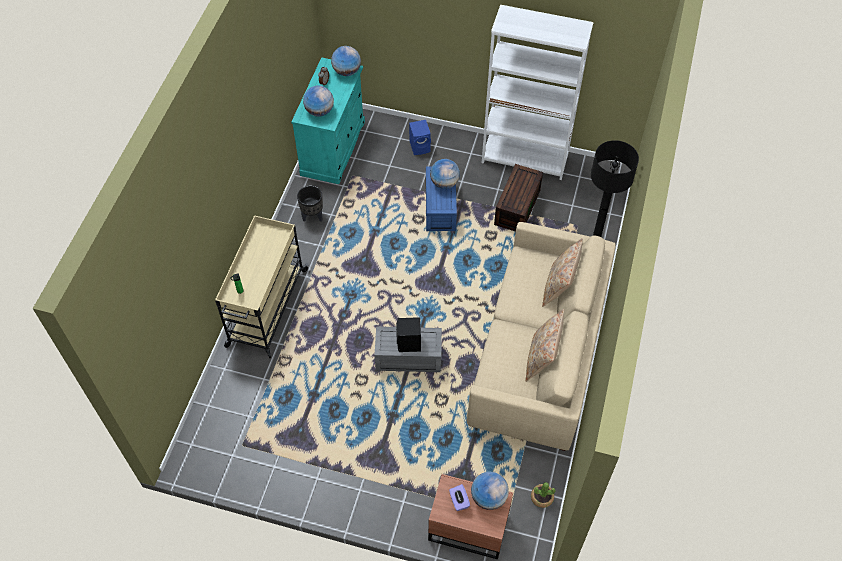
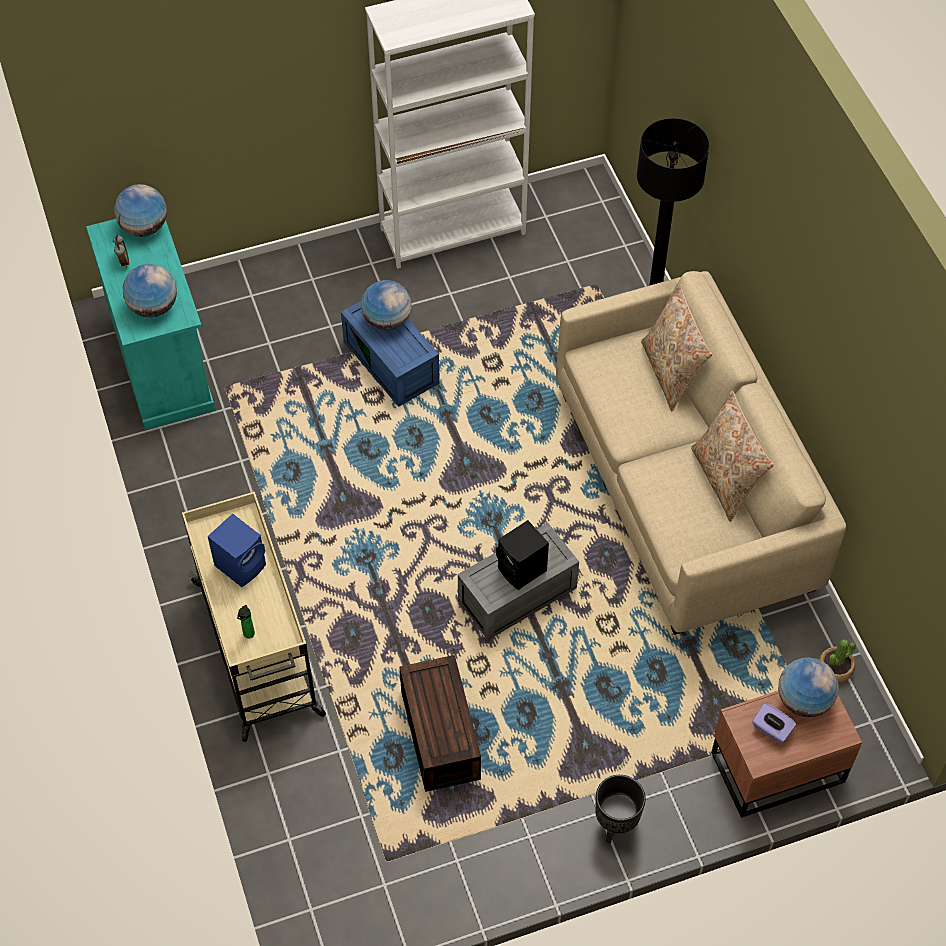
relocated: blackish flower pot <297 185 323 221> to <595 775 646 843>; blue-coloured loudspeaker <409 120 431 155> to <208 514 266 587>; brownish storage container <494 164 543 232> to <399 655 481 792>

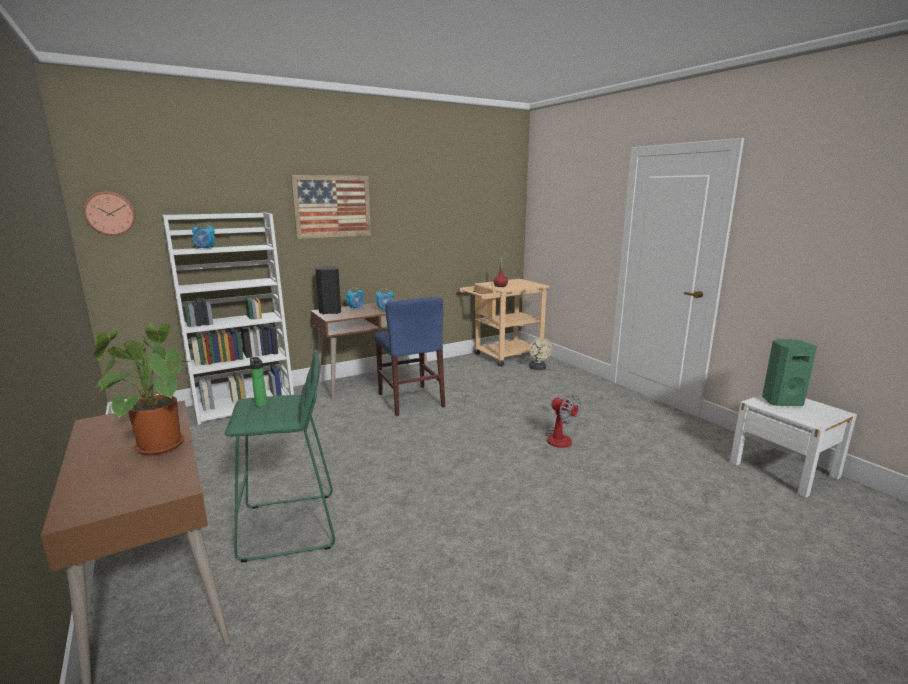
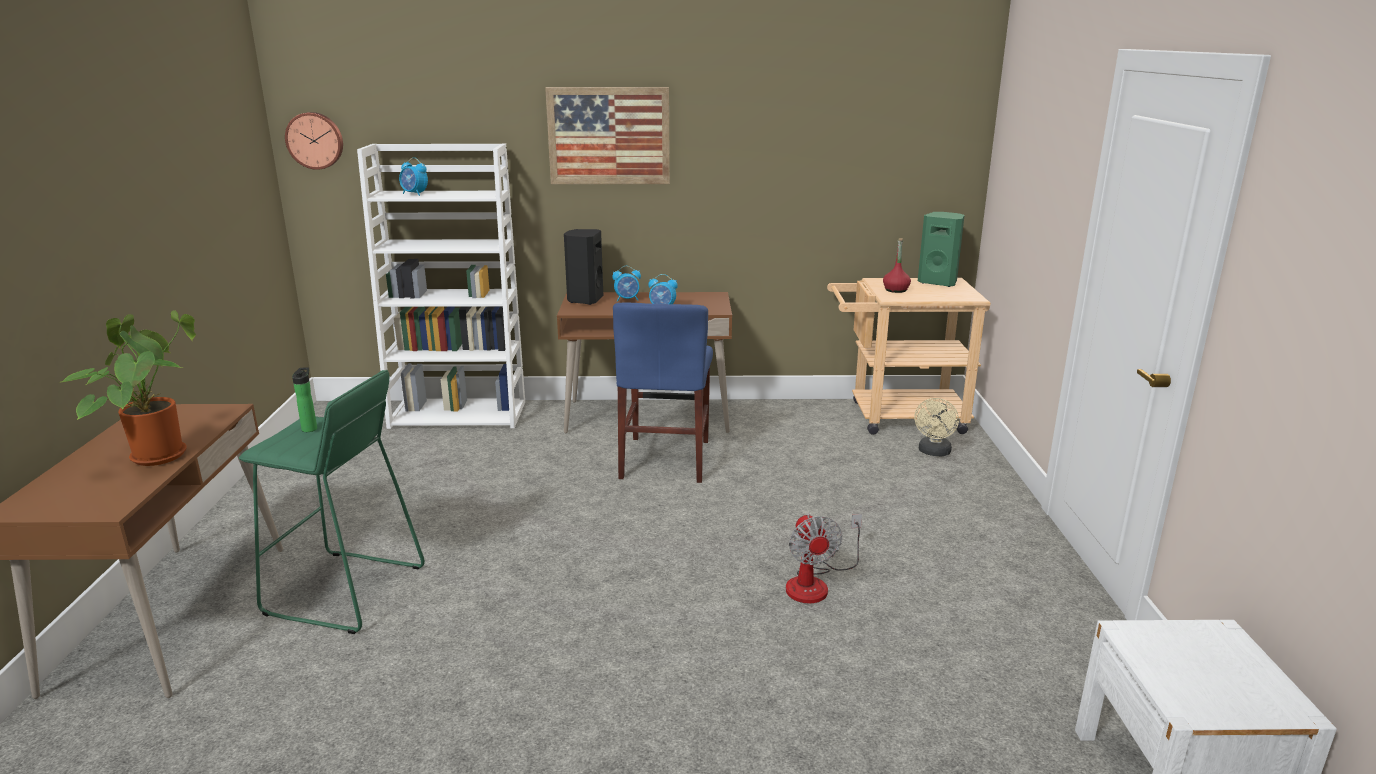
relocated: greenish loudspeaker <762 339 817 406> to <918 212 965 287>

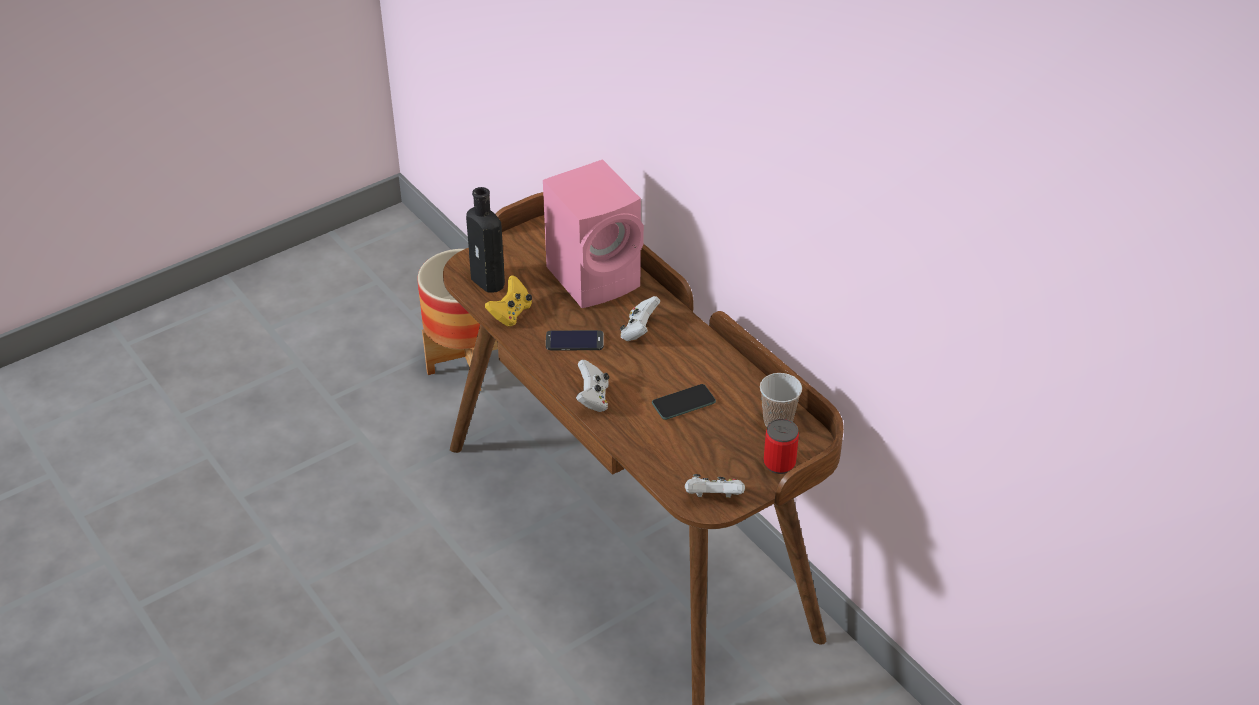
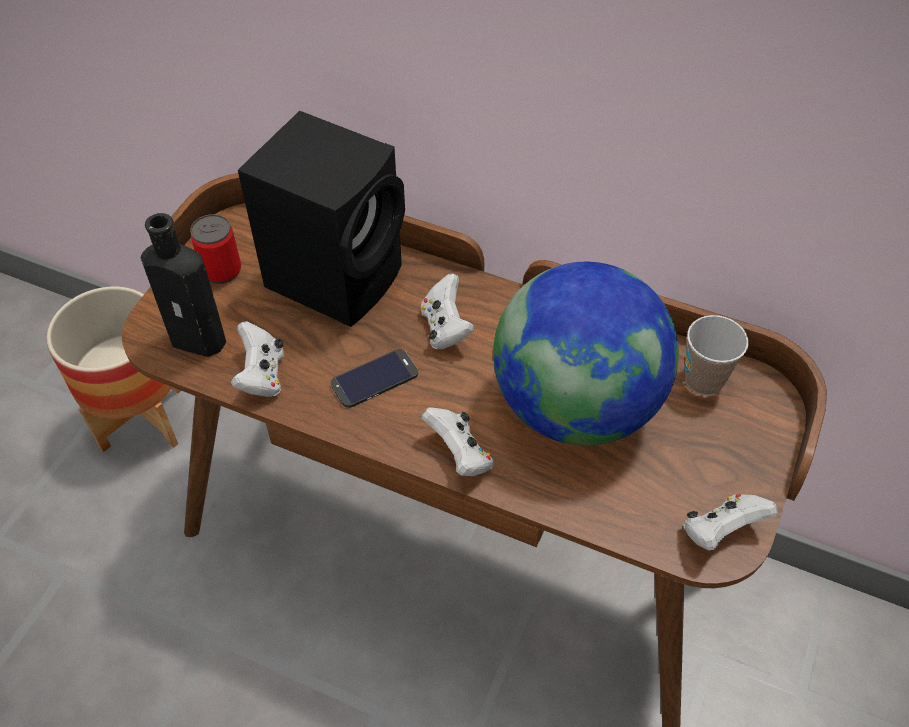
relocated: can <764 419 799 474> to <190 214 241 284>
exchanged: phone <652 384 716 420> to globe <493 262 679 446>
colour: yellow-coloured gamepad <485 275 532 326> to white gamepad <231 322 284 397>; pink-coloured loudspeaker <543 159 644 308> to blackish loudspeaker <238 111 405 327>

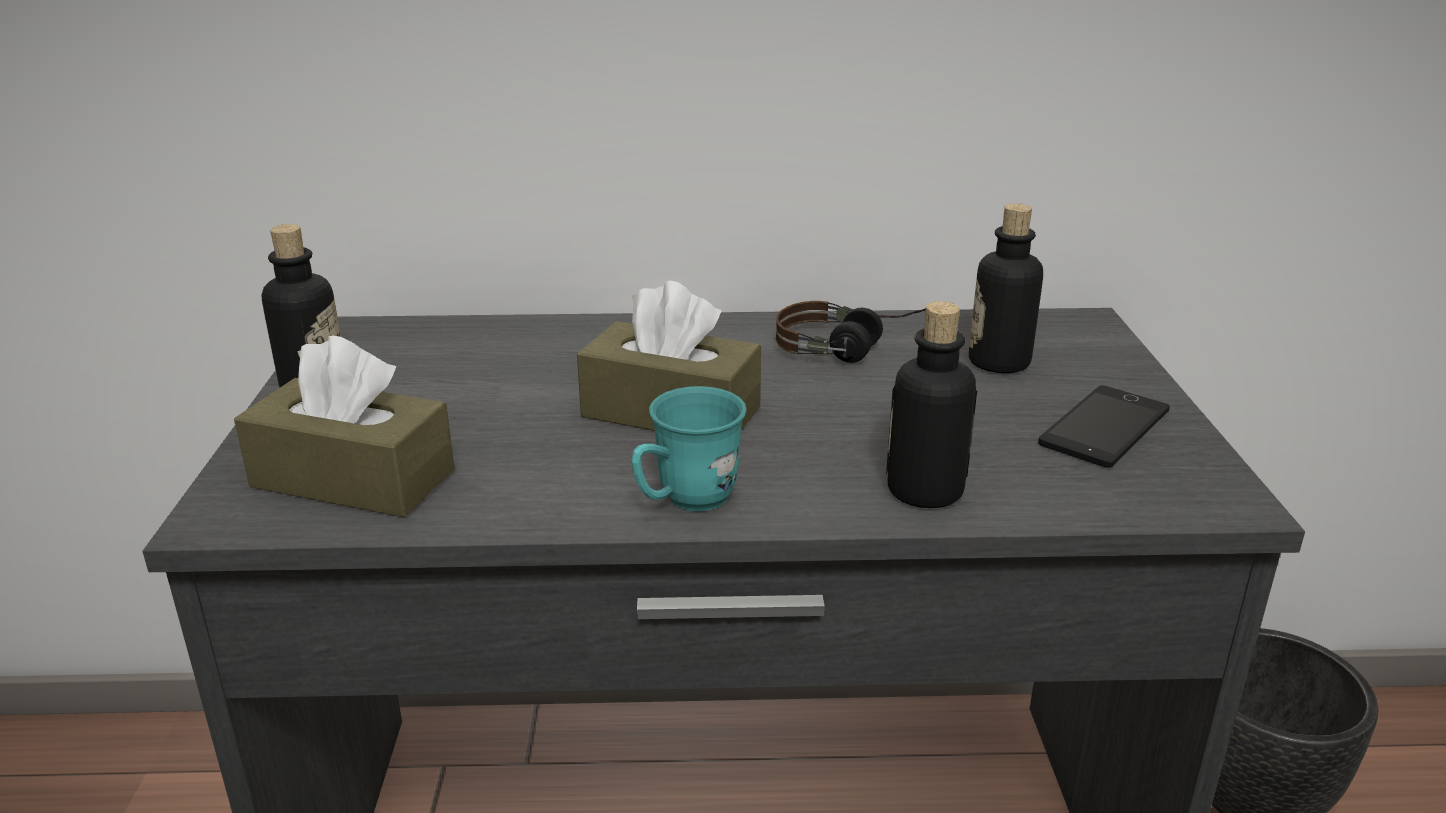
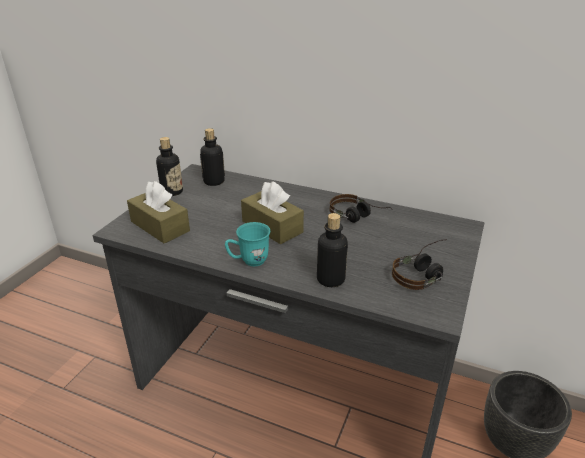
relocated: beverage bottle <969 203 1043 373> to <200 128 225 186>
exchanged: phone <1038 385 1170 468> to headphones <392 239 447 290>

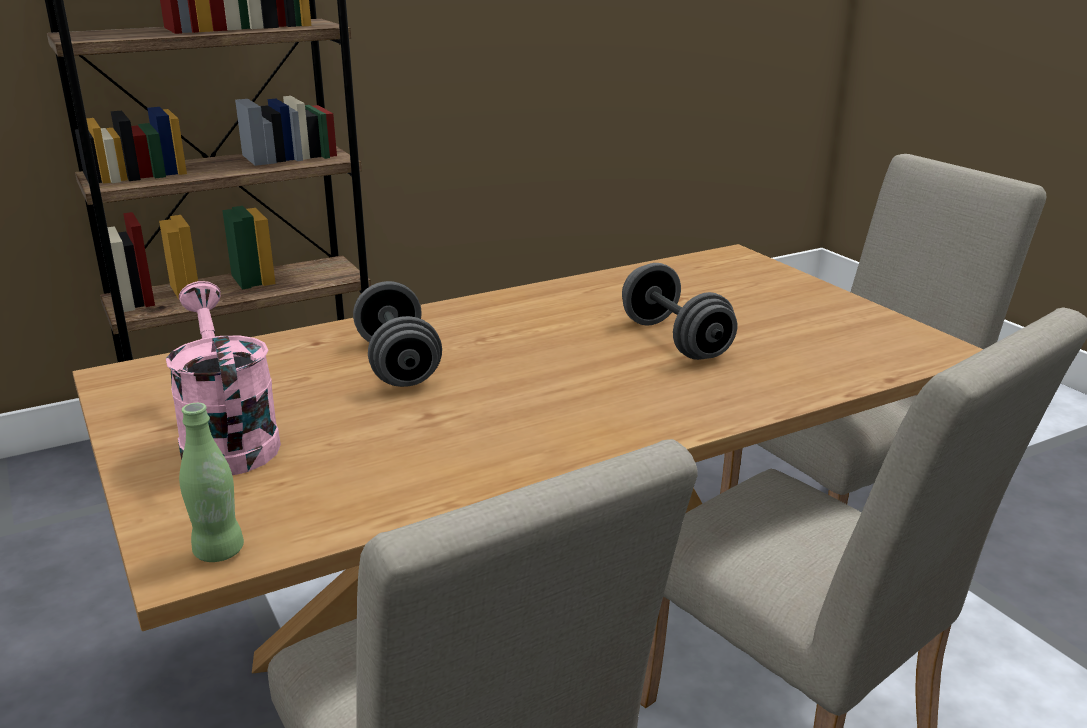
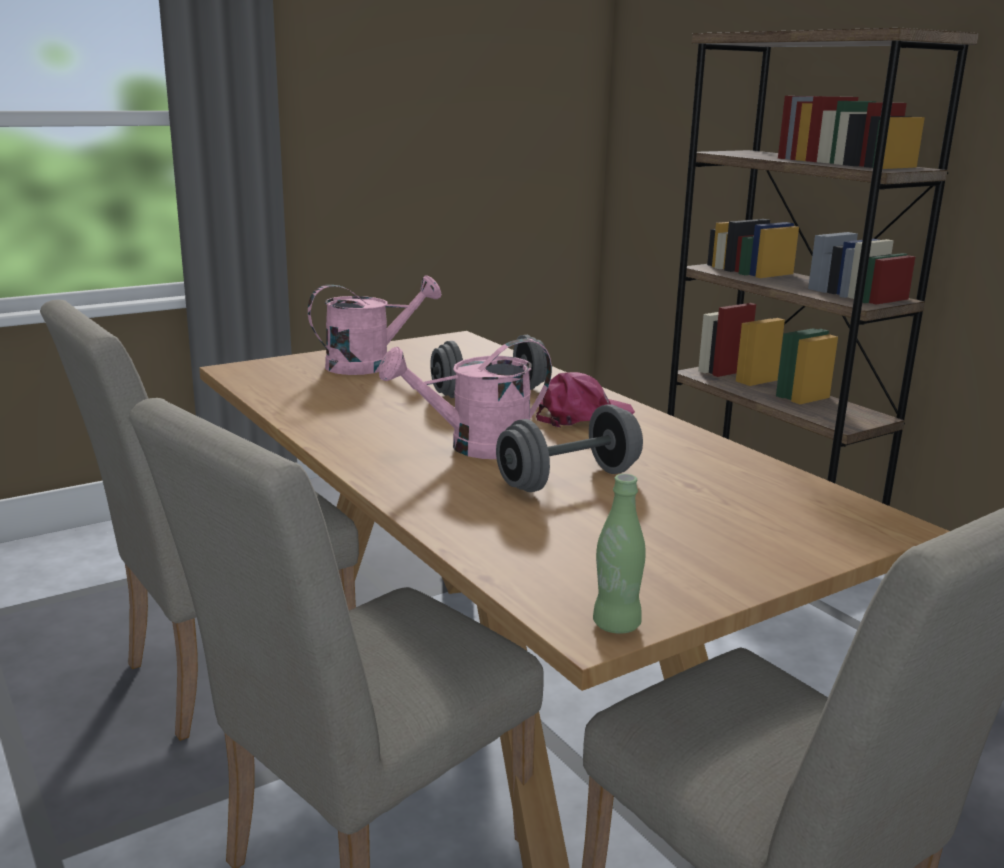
appeared: pink-coloured watering pot <379 338 552 459>; pink-coloured baseball cap <536 372 635 428>
relocated: greenish beverage bottle <179 403 244 562> to <593 474 646 634>

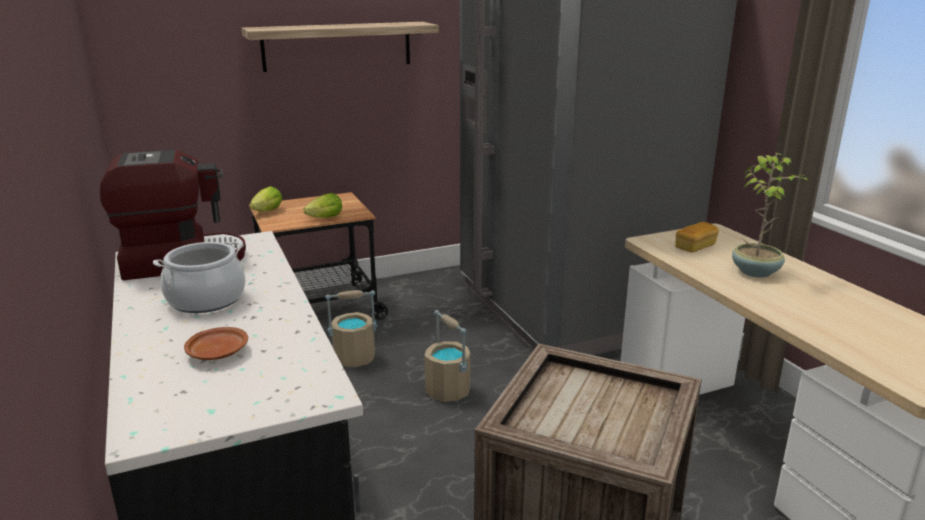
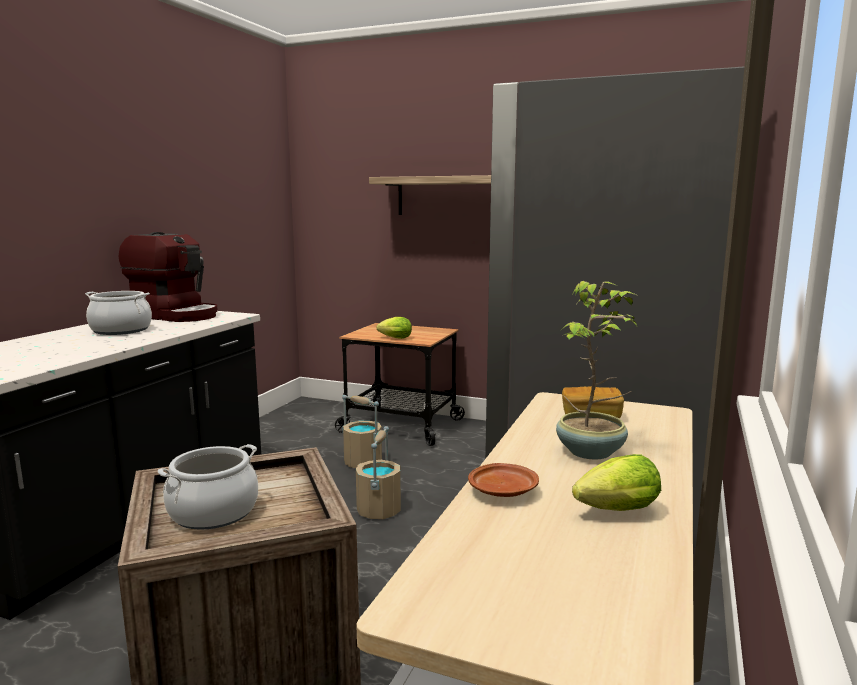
appeared: cooking pot <158 444 258 530>
relocated: brownish flat dish <184 327 248 360> to <468 463 539 497>; head of lettuce <250 186 282 212> to <572 454 661 511>

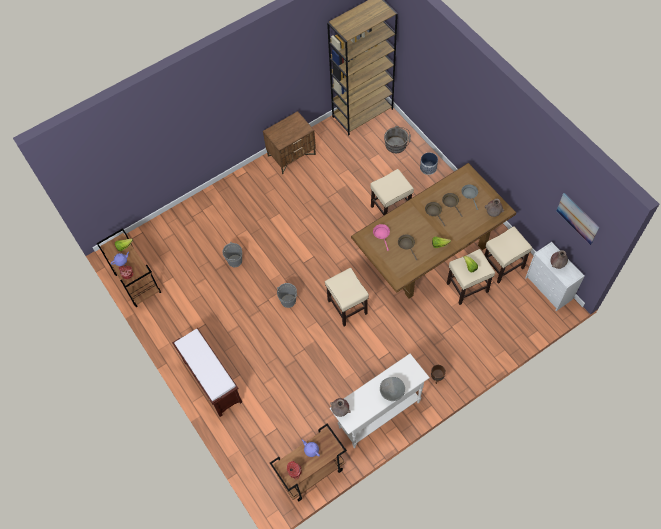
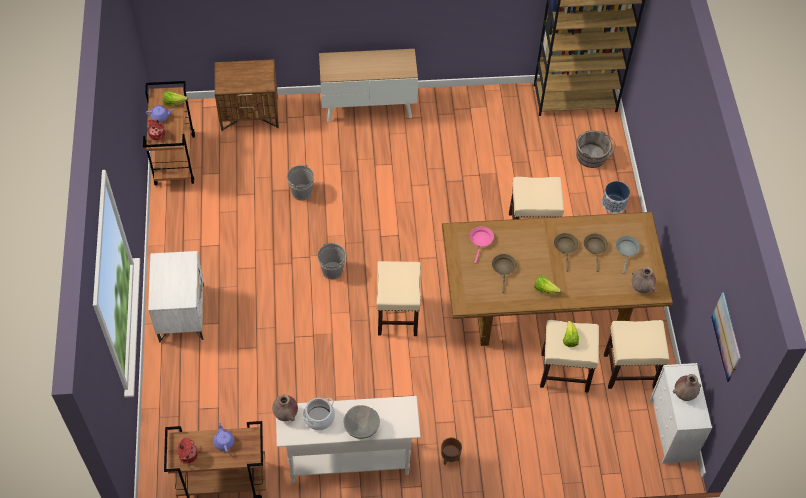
appeared: cooking pot <303 398 335 430>; storage cabinet <319 49 418 122>
relocated: brownish bedside table <263 111 316 174> to <215 59 279 131>
exchanged: brownish bench <172 328 242 417> to white bedside table <148 251 204 342>

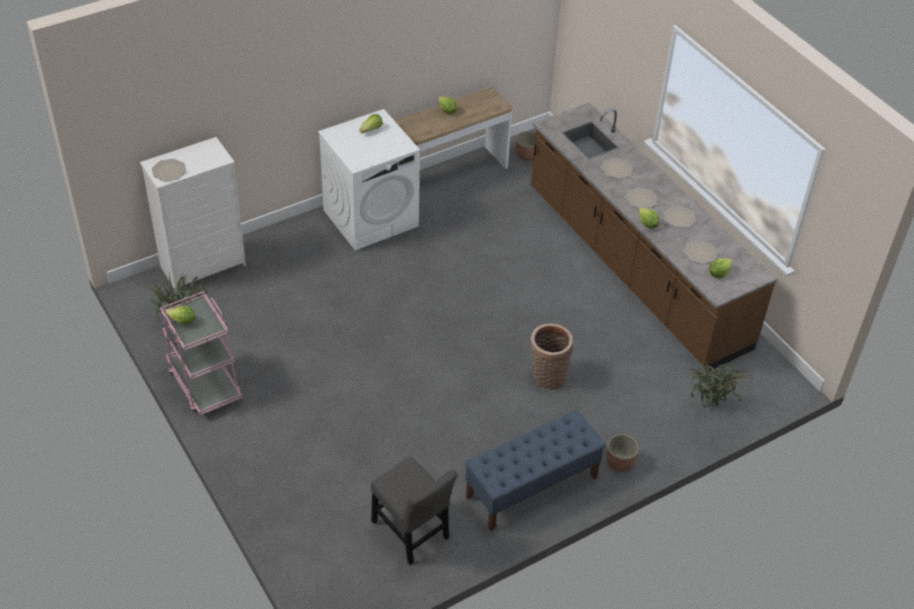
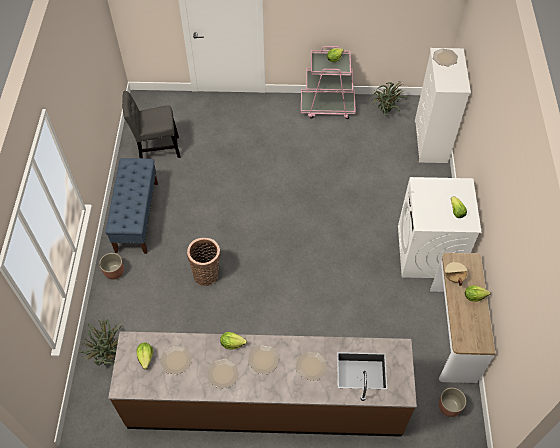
appeared: sand-coloured cooking pot <445 260 468 286>

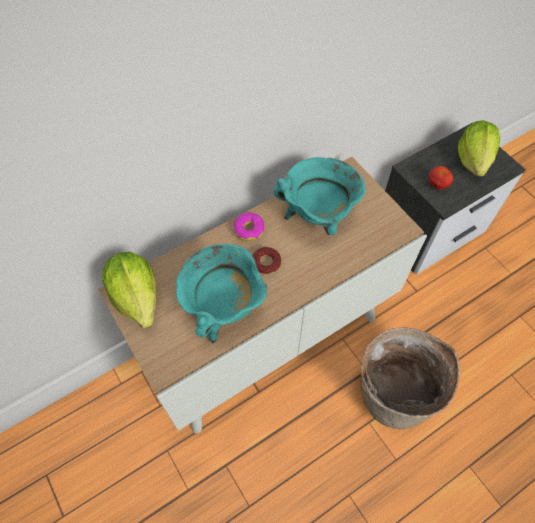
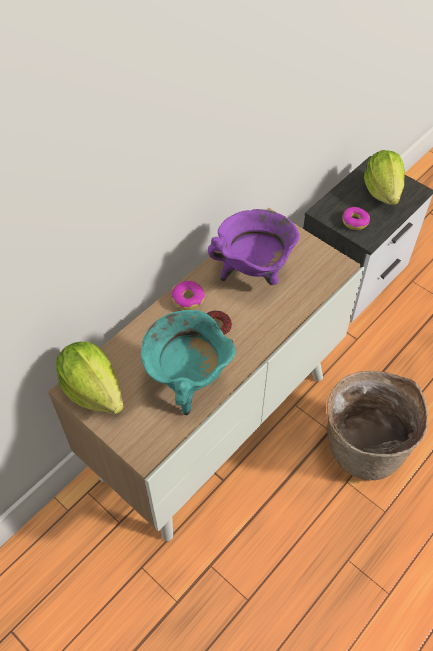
exchanged: whole tomato <429 166 453 190> to donut <342 207 370 230>
colour: turquoise-coloured cooking pot <274 157 365 235> to purple cooking pot <208 209 300 285>

